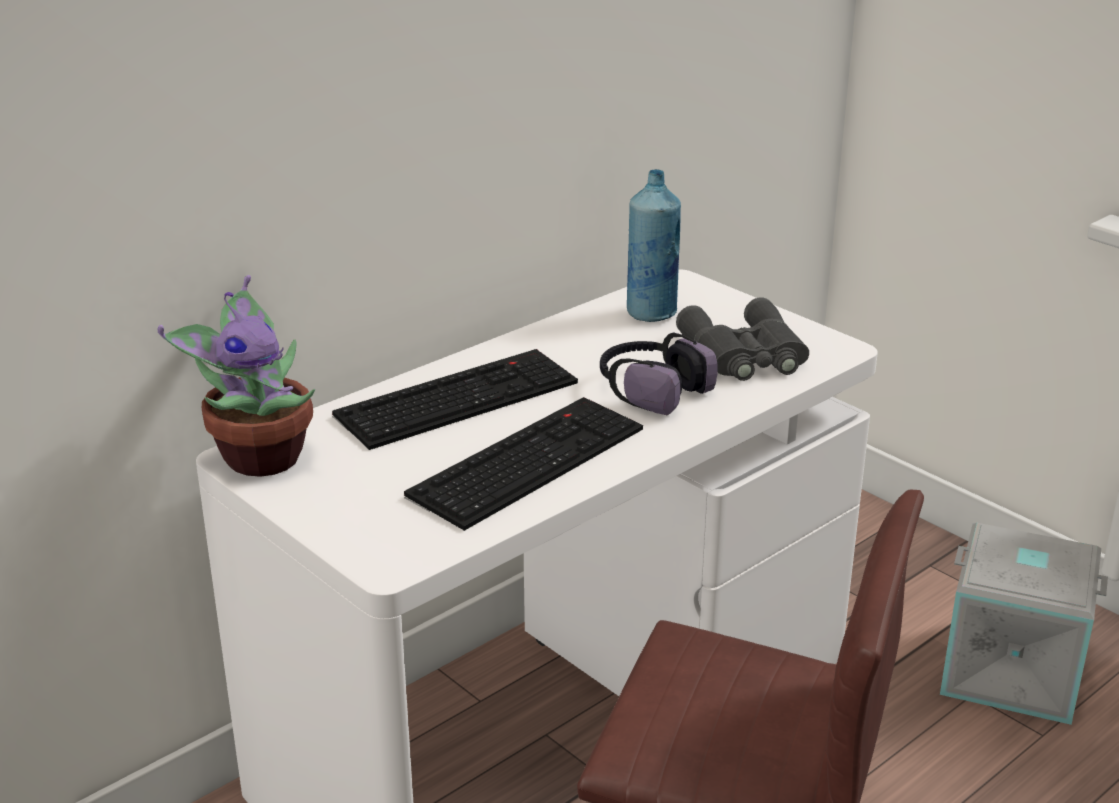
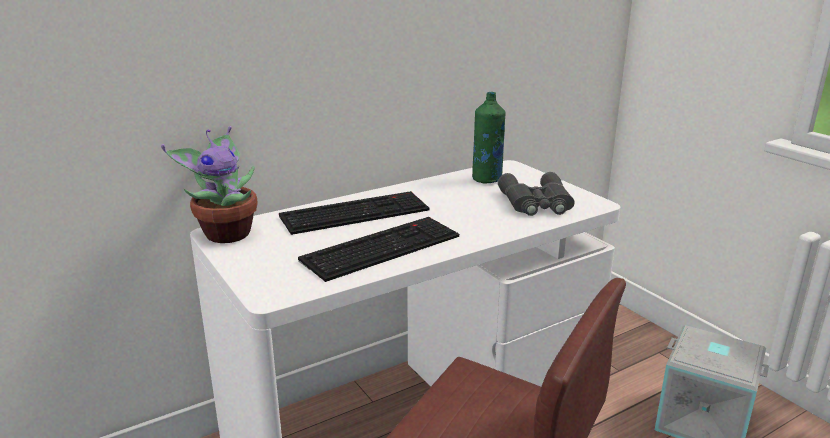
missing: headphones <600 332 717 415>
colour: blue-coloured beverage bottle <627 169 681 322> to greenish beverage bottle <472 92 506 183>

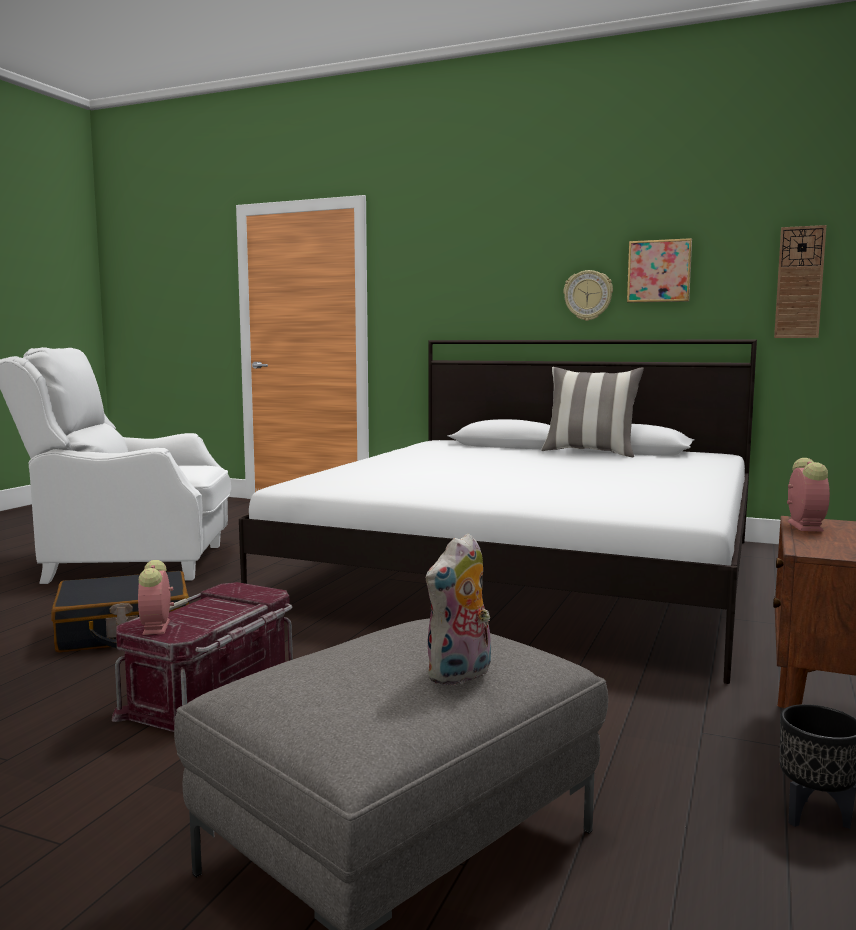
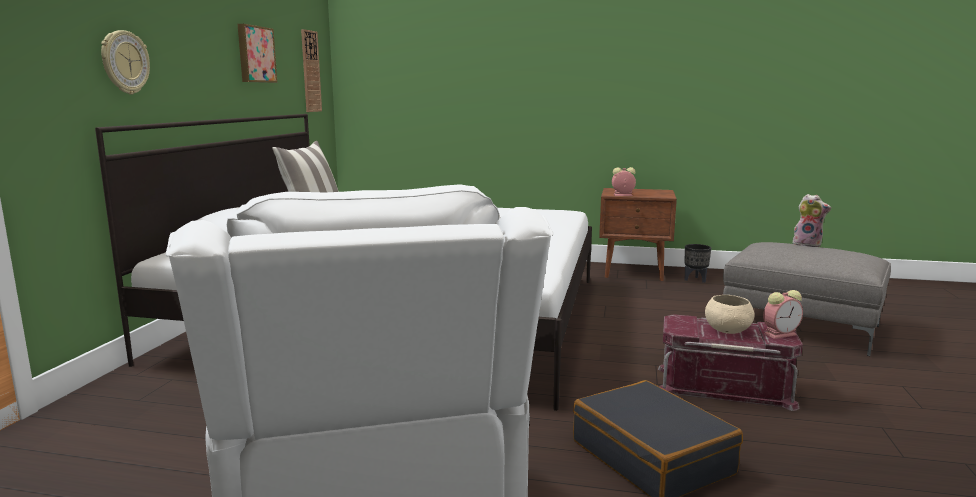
appeared: sand-coloured deep dish <705 295 754 334>
relocated: hanging clock <563 270 613 321> to <101 30 150 94>

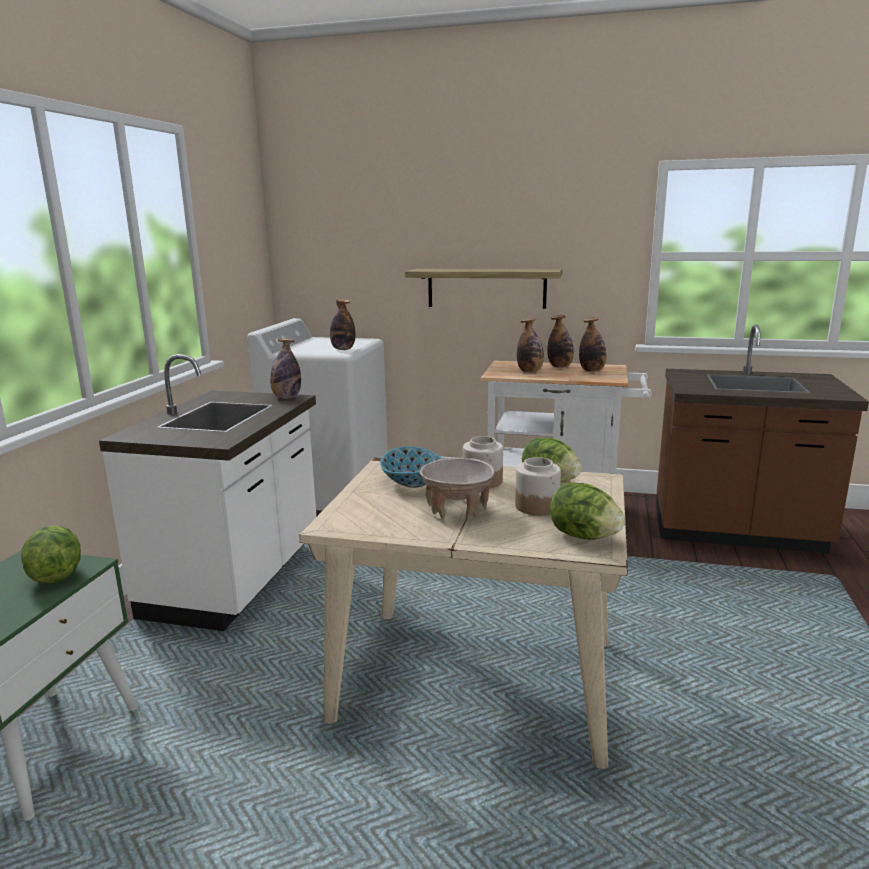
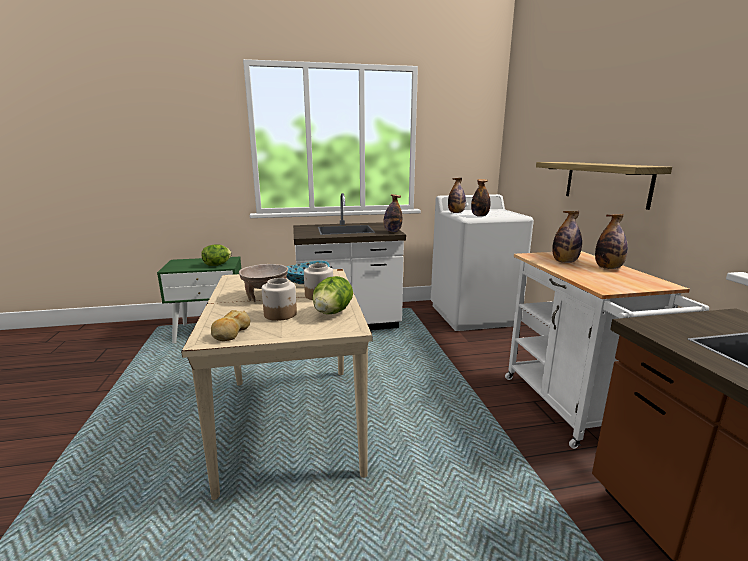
relocated: beverage bottle <579 317 606 372> to <448 178 466 213>
exchanged: head of lettuce <550 483 625 540> to bread <211 310 250 341>

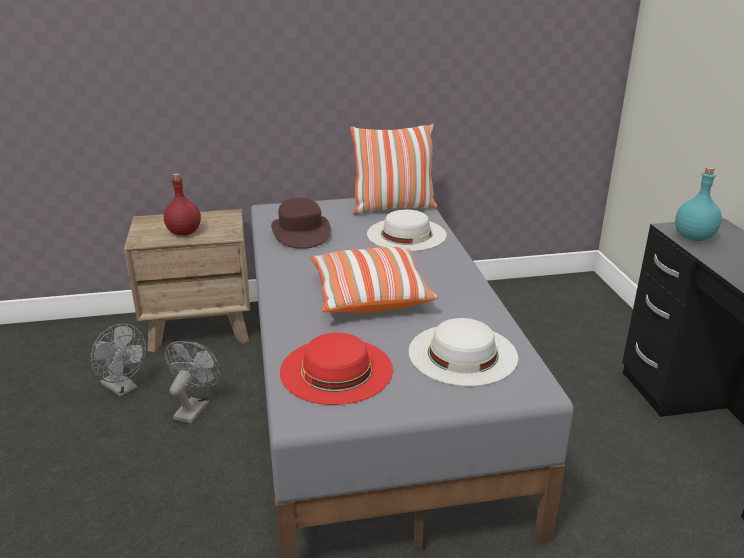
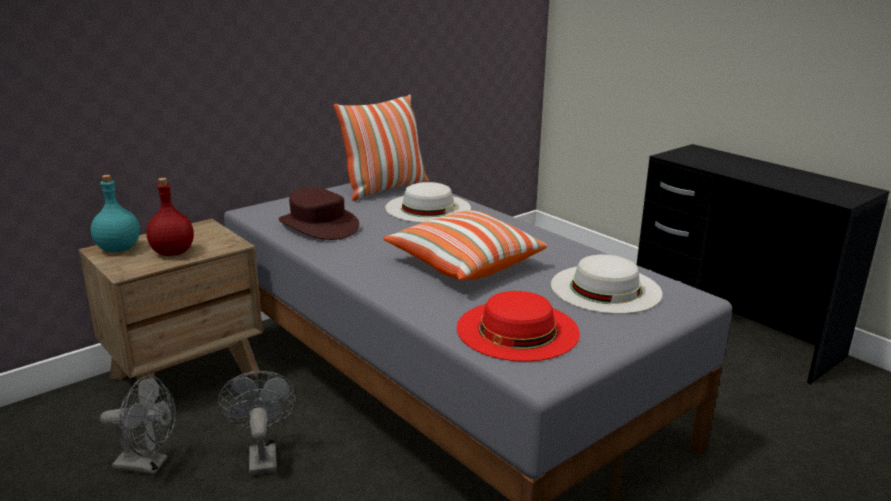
relocated: turquoise-coloured beverage bottle <675 167 722 241> to <91 175 140 252>

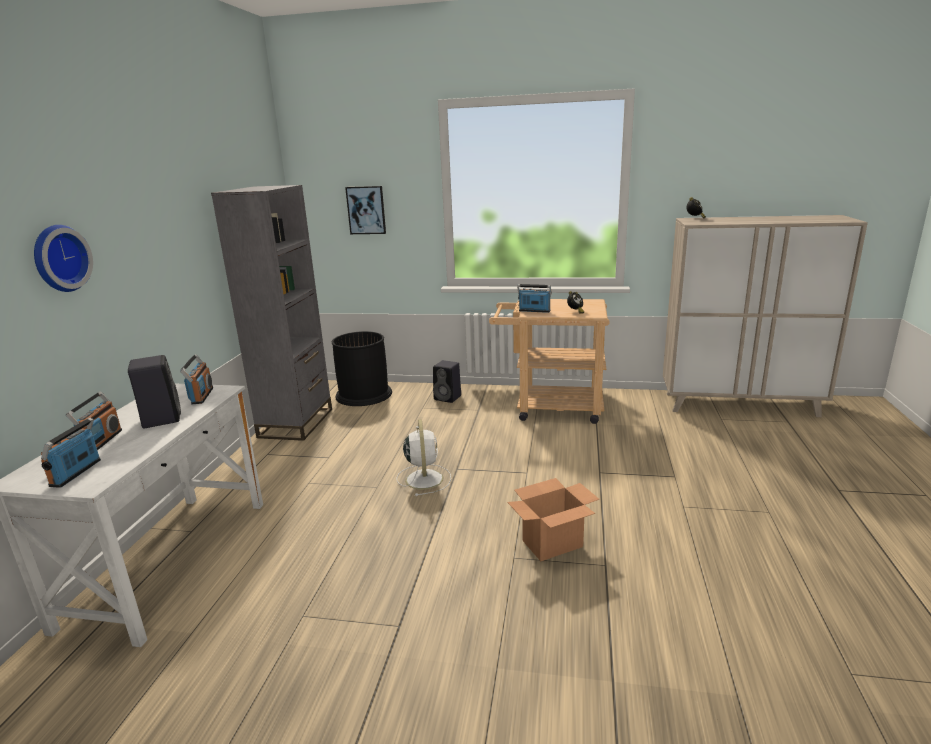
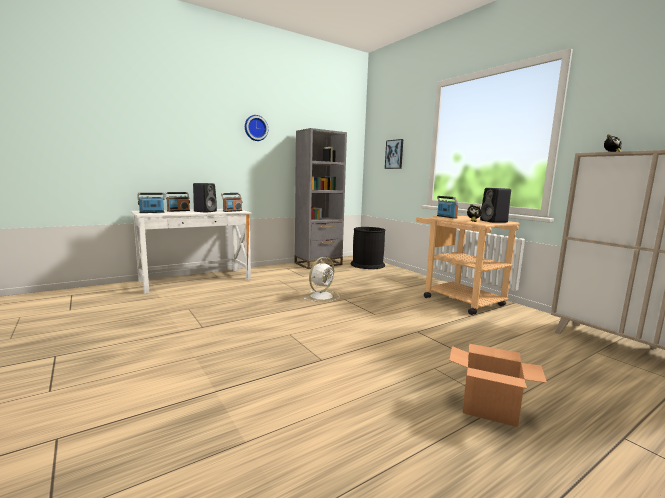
relocated: hanging clock <34 225 93 292> to <245 115 268 141>; blackish loudspeaker <433 360 461 403> to <480 188 511 223>; packing box <507 478 599 561> to <449 344 547 427>

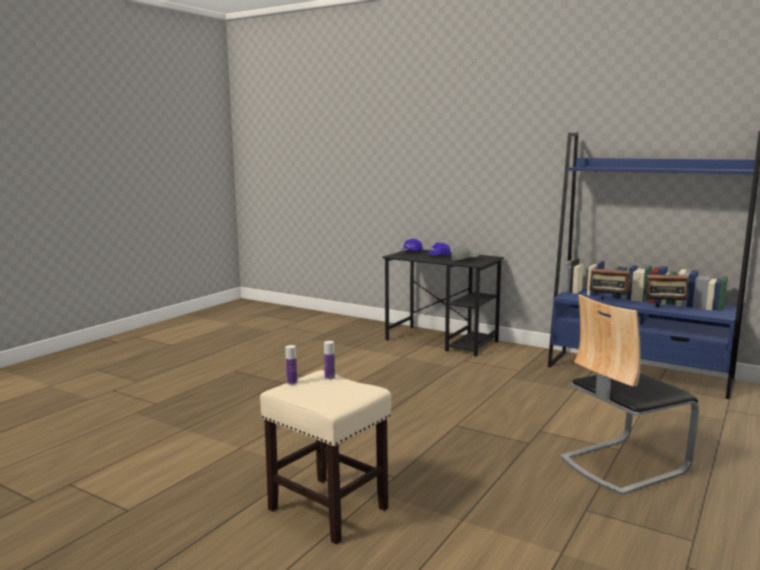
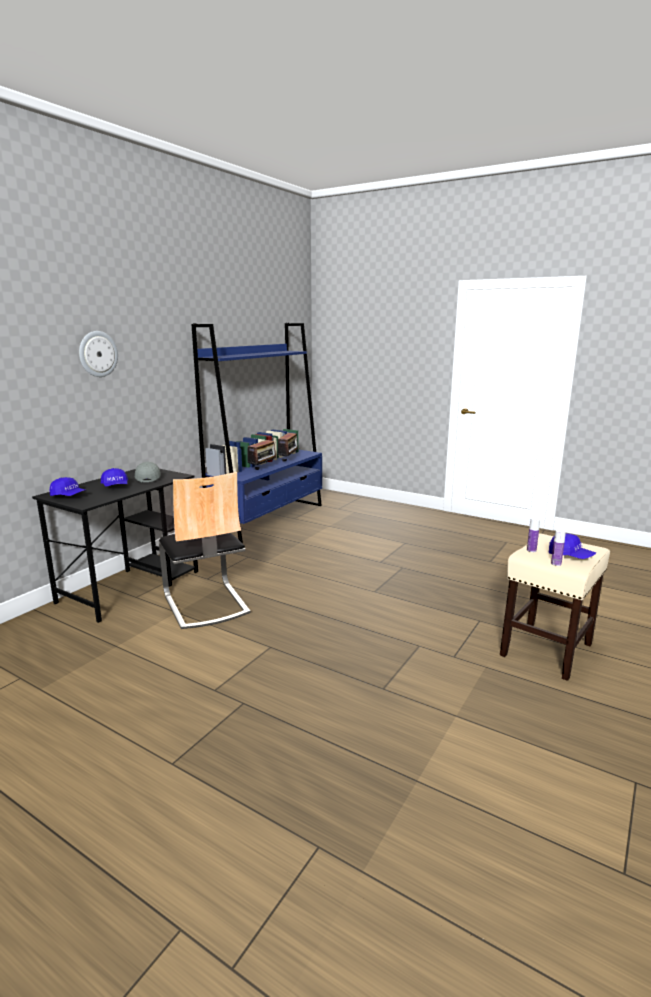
appeared: hanging clock <79 331 118 377>; blue-coloured baseball cap <549 533 596 559>
relocated: chair <560 294 699 495> to <159 472 250 629>

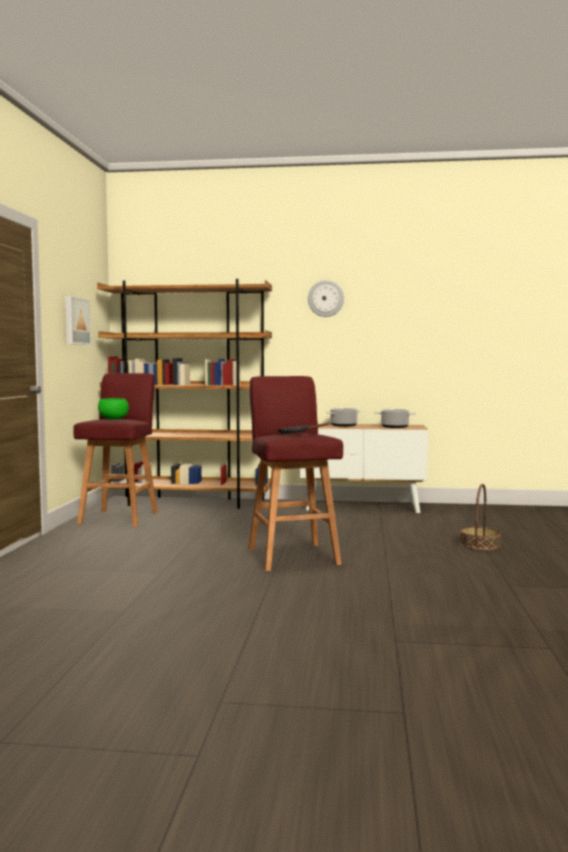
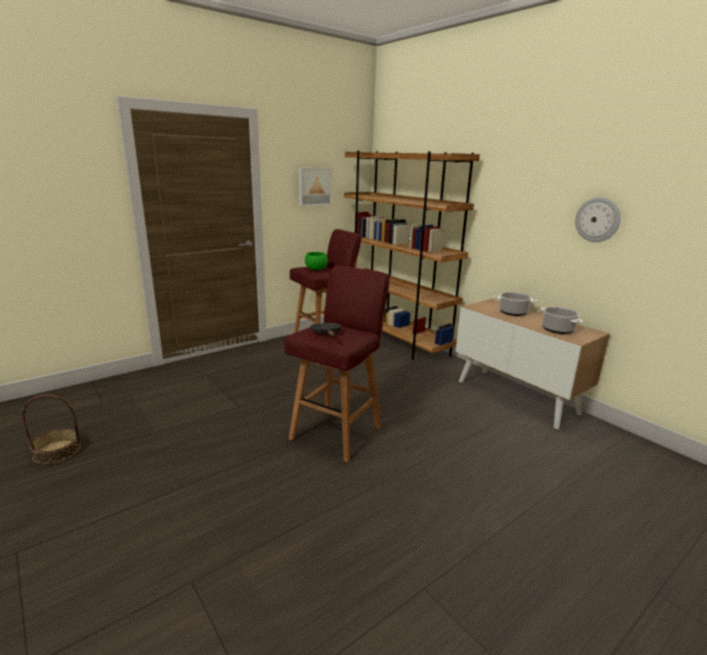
relocated: hanging clock <308 280 344 317> to <575 197 621 242>; storage basket <460 484 501 550> to <22 394 81 465>

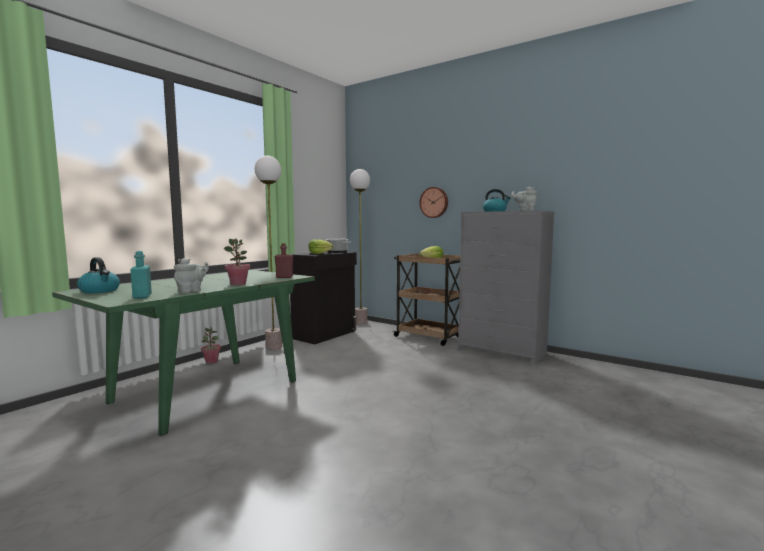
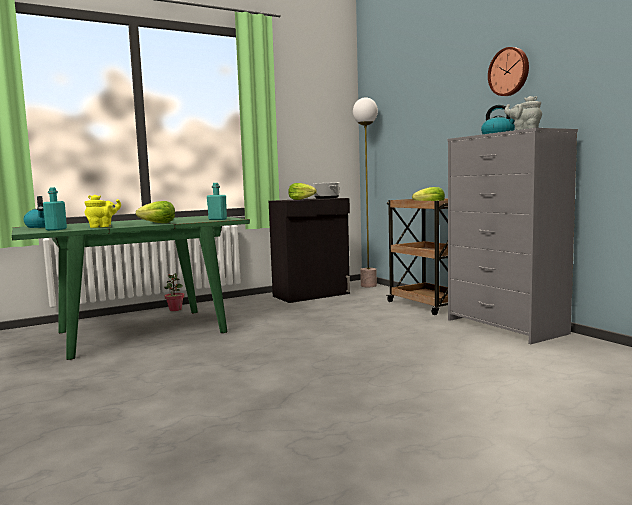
missing: standard lamp <255 156 282 350>
relocated: hanging clock <419 187 448 218> to <488 47 529 96>
exchanged: houseplant <224 238 250 285> to head of lettuce <136 201 175 223>
colour: gray tea pot <174 258 209 293> to yellow-coloured tea pot <85 195 121 228>; red beverage bottle <275 243 293 278> to turquoise-coloured beverage bottle <207 183 227 220>

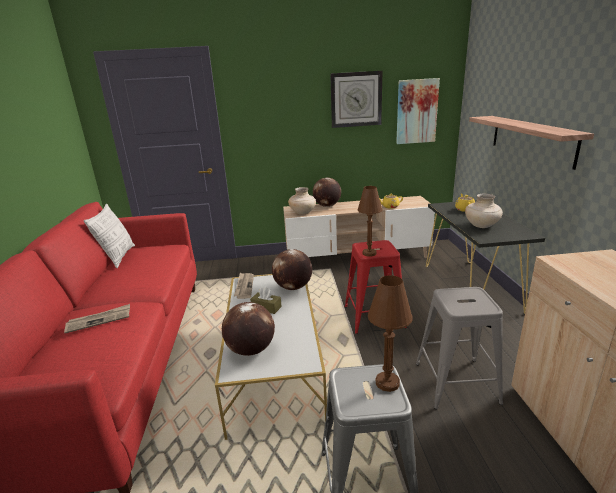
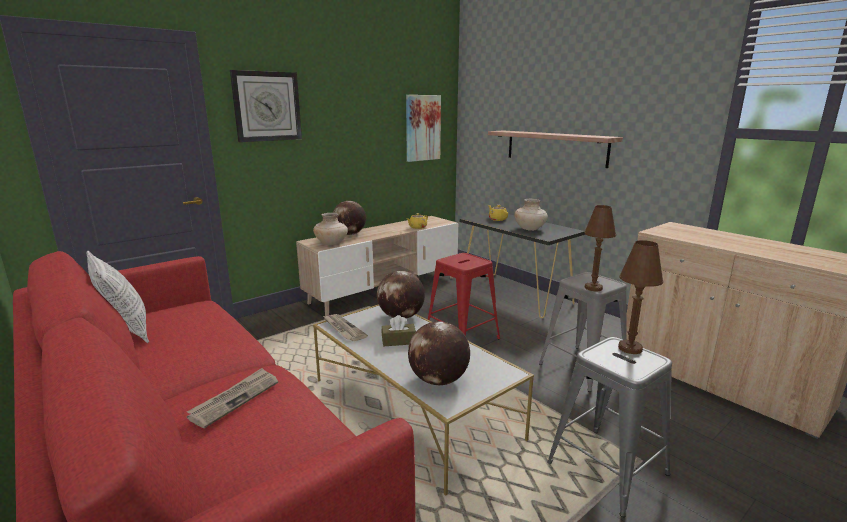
relocated: hanging clock <330 71 382 128> to <230 70 302 142>; brownish tabletop lamp <358 186 383 256> to <584 205 616 291>

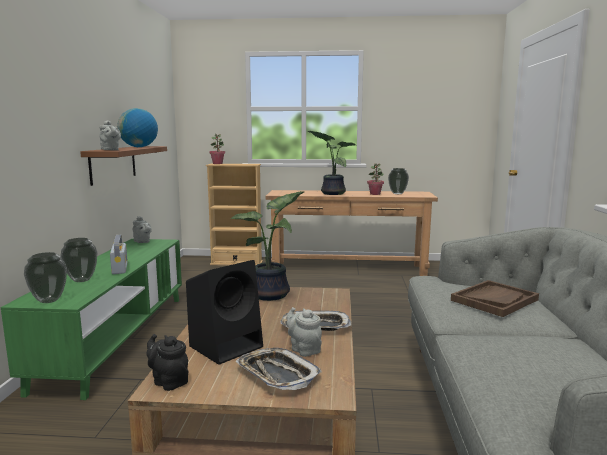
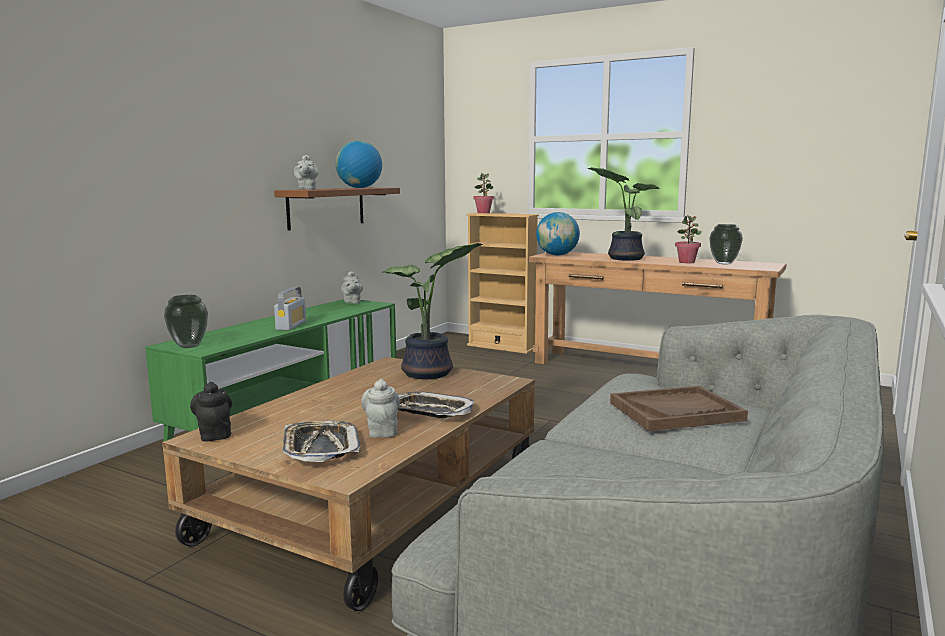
missing: vase <60 238 97 282>; blackish loudspeaker <186 260 263 365>
appeared: globe <536 212 580 256>

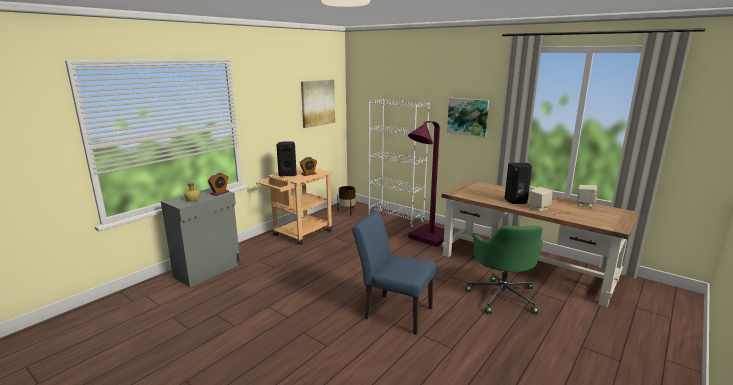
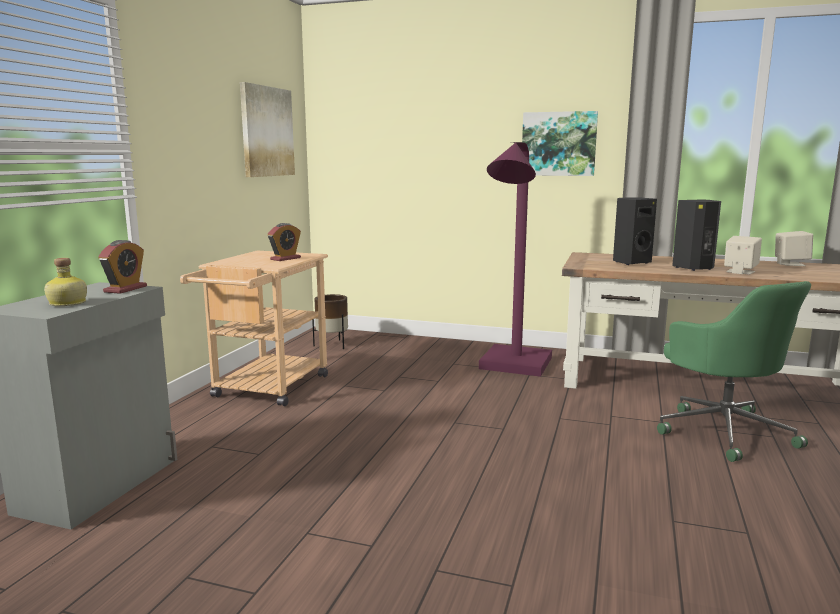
missing: blue-coloured chair <352 210 436 335>; white bookcase <368 99 430 228>
relocated: blackish loudspeaker <276 141 297 177> to <613 197 657 265>

